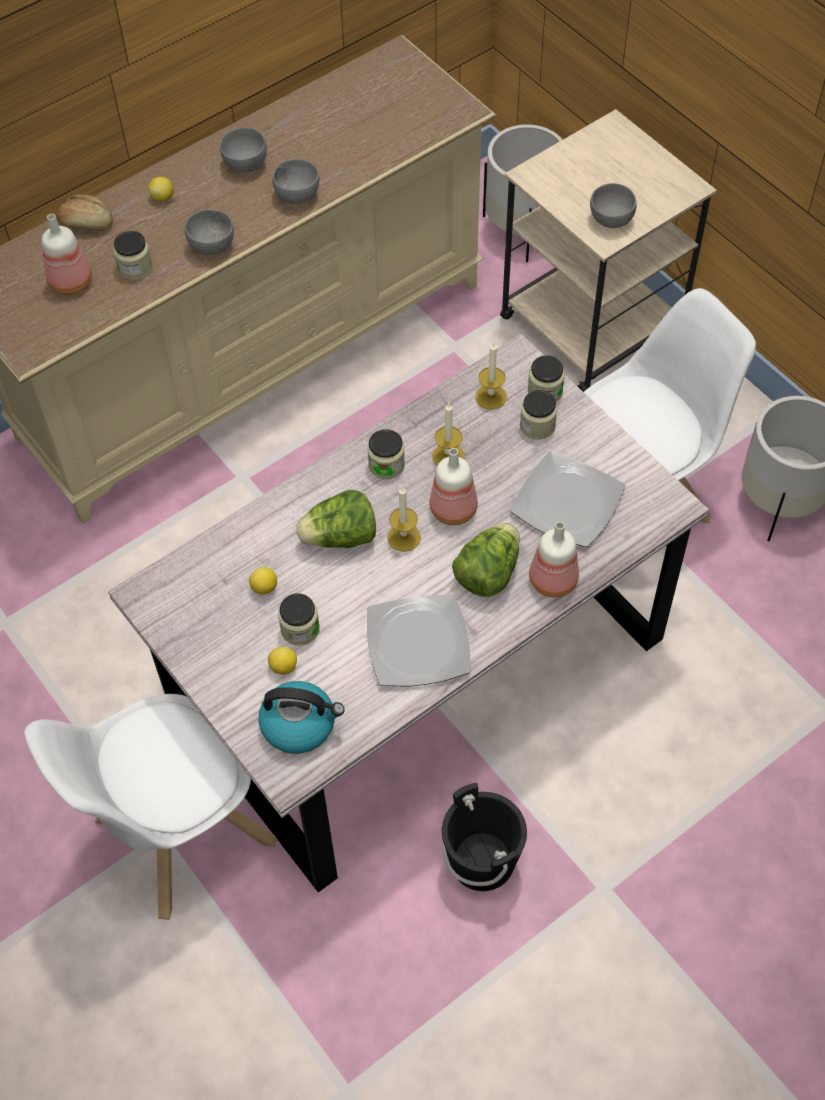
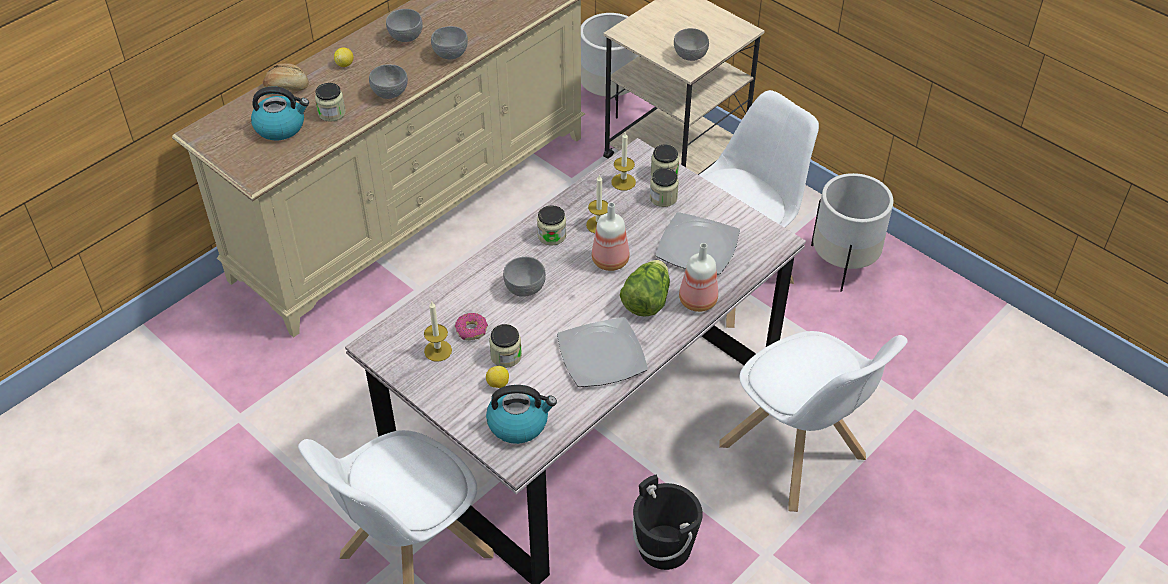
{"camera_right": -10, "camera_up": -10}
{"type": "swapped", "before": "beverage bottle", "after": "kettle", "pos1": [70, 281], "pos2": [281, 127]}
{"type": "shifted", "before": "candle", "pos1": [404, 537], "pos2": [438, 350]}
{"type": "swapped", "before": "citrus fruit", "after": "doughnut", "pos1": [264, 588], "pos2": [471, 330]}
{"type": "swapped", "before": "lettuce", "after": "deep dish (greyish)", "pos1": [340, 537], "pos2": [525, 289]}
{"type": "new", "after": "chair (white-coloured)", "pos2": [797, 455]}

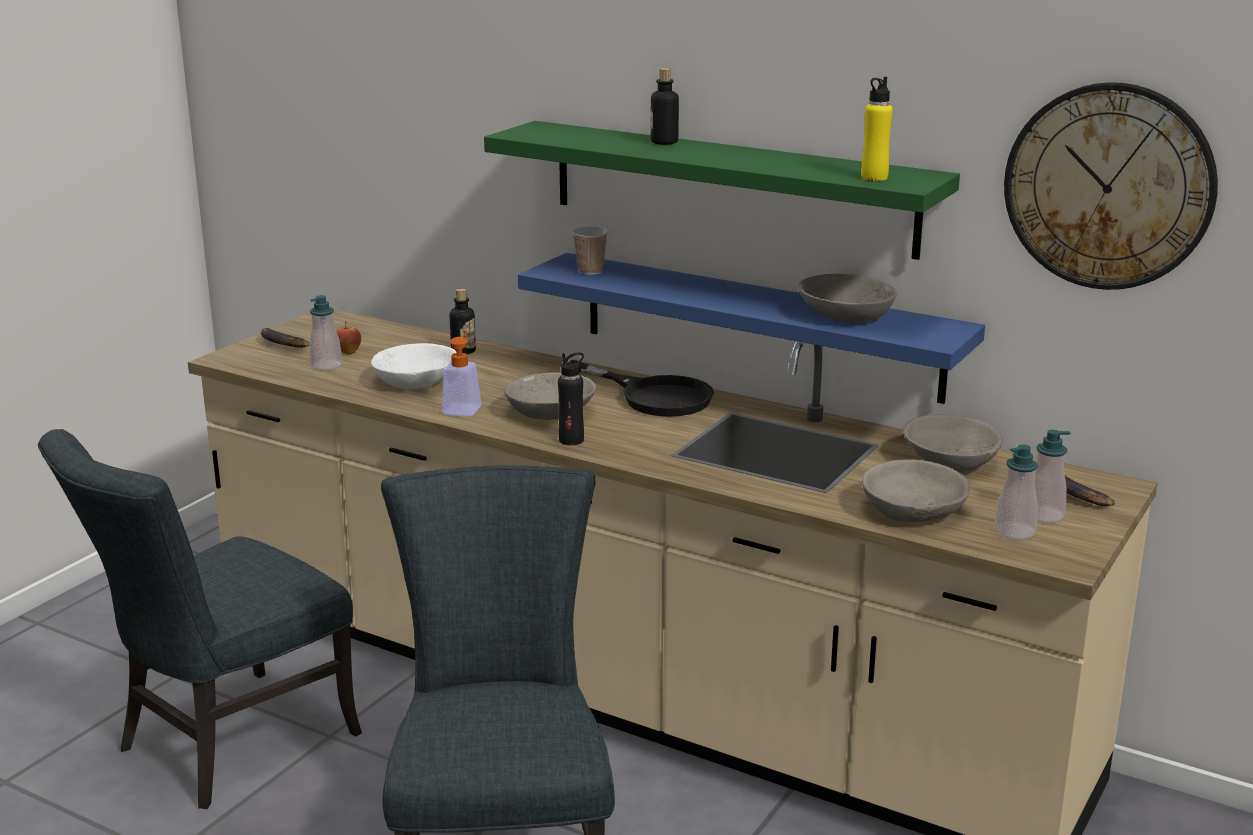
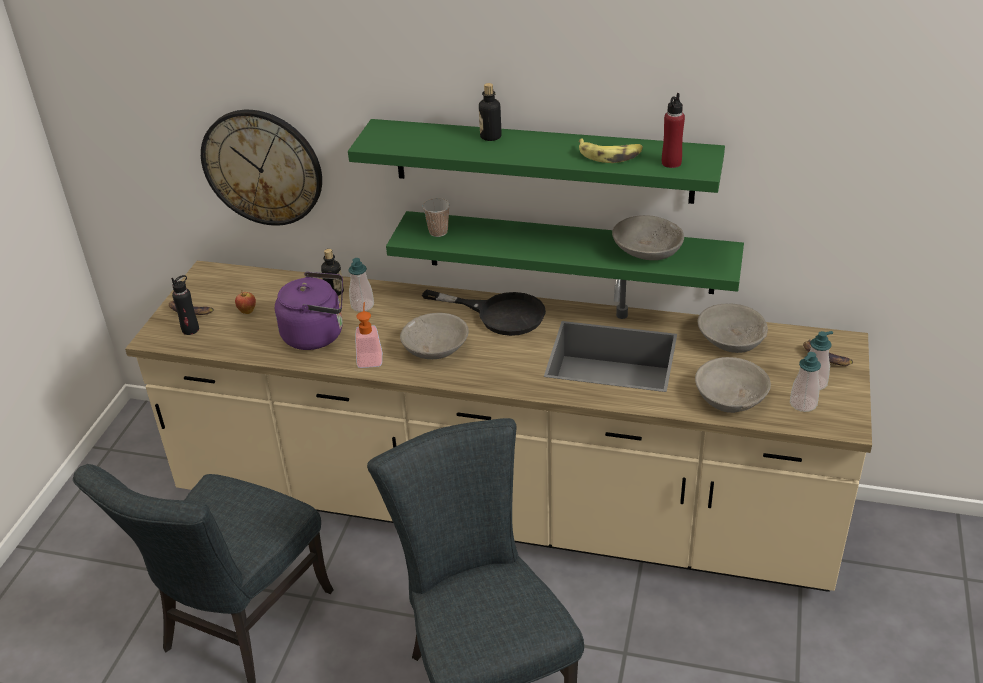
{"camera_right": -15, "camera_up": 15}
{"type": "shifted", "before": "beverage bottle (black)", "pos1": [571, 440], "pos2": [190, 329]}
{"type": "shifted", "before": "clock on the wall", "pos1": [1108, 186], "pos2": [262, 167]}
{"type": "swapped", "before": "deep dish (white-coloured)", "after": "kettle (purple)", "pos1": [416, 381], "pos2": [317, 334]}
{"type": "shifted", "before": "liquid soap bottle", "pos1": [326, 366], "pos2": [362, 305]}
{"type": "repainted", "before": "wall shelf (bluish)", "after": "wall shelf (greenish)", "pos1": [759, 326], "pos2": [569, 252]}
{"type": "new", "after": "banana", "pos2": [610, 155]}
{"type": "repainted", "before": "beverage bottle (yellow-coloured)", "after": "beverage bottle (red)", "pos1": [874, 177], "pos2": [671, 163]}

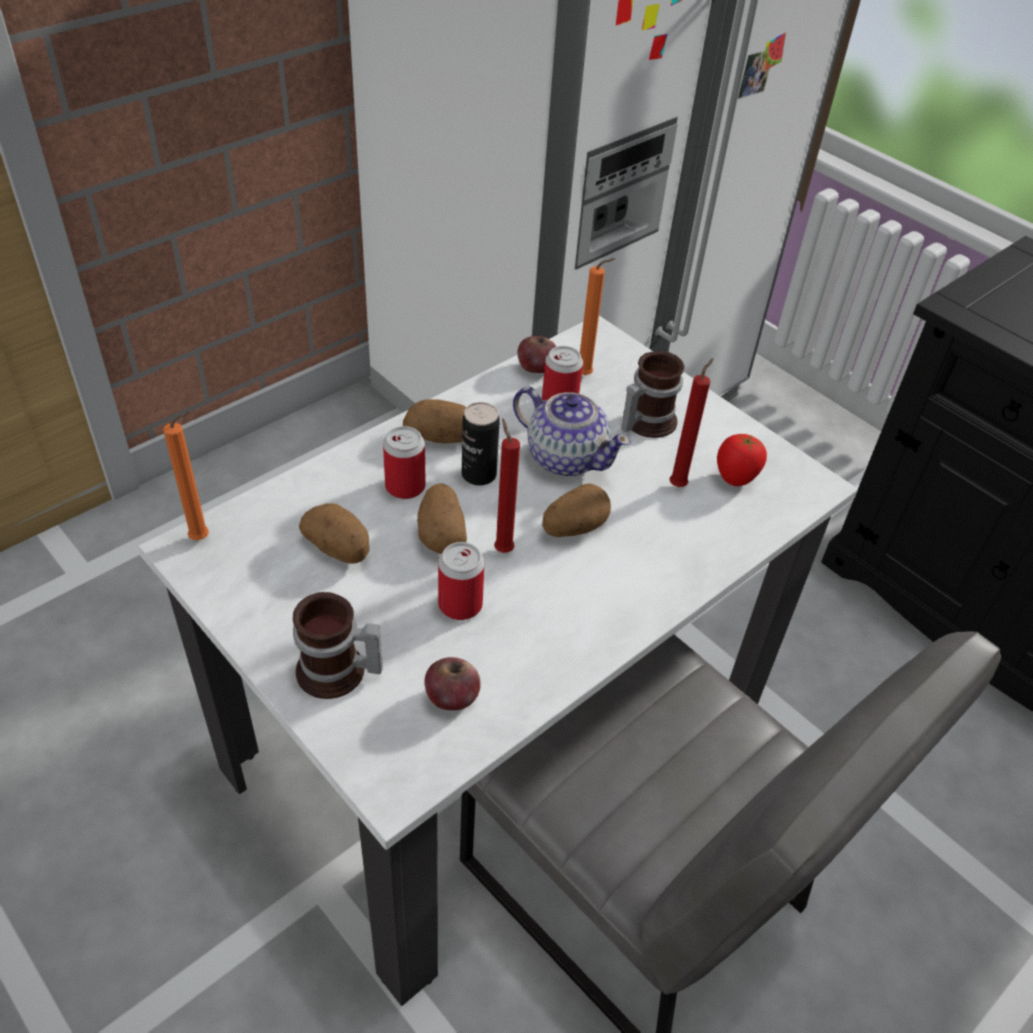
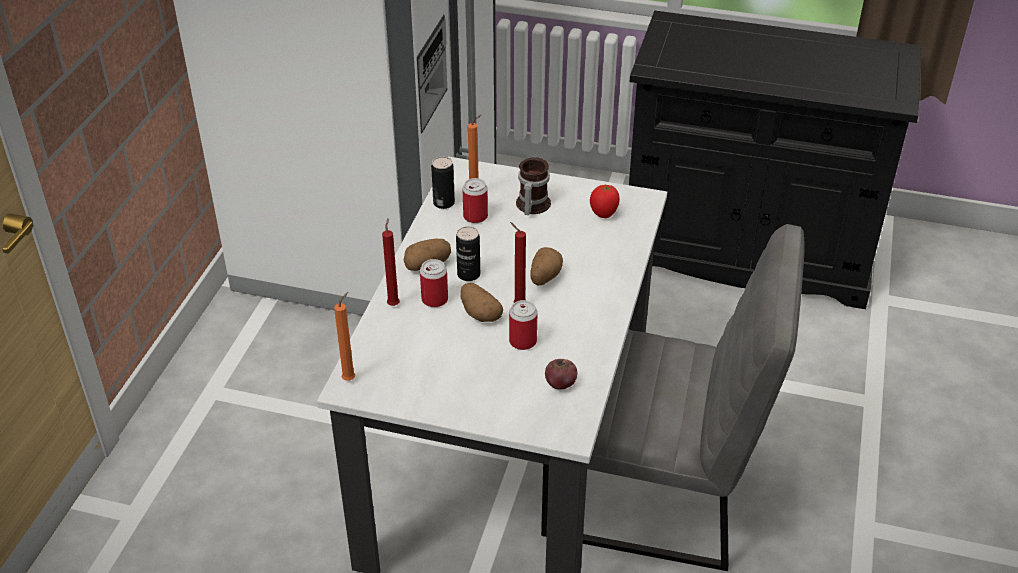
{"camera_right": -30, "camera_up": -5}
{"type": "shifted", "before": "candle (red)", "pos1": [679, 484], "pos2": [394, 304]}
{"type": "swapped", "before": "whole apple", "after": "metal can", "pos1": [536, 368], "pos2": [444, 203]}
{"type": "gone", "before": "tea mug", "pos1": [337, 674]}
{"type": "gone", "before": "whole potato", "pos1": [339, 549]}
{"type": "gone", "before": "teapot", "pos1": [565, 457]}

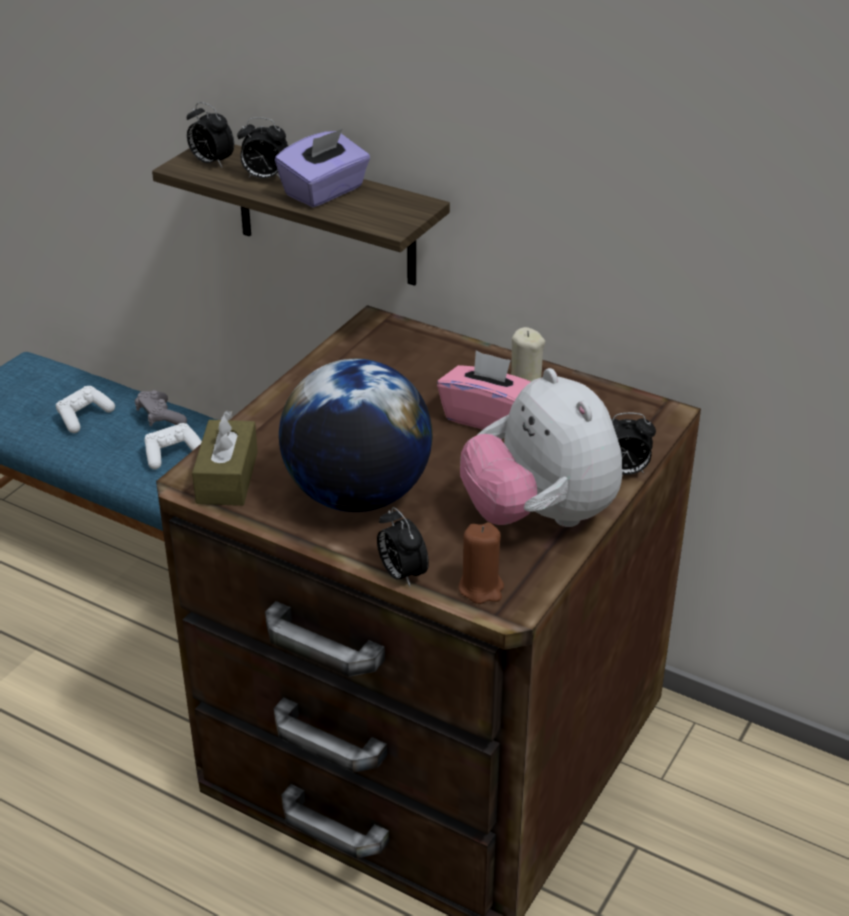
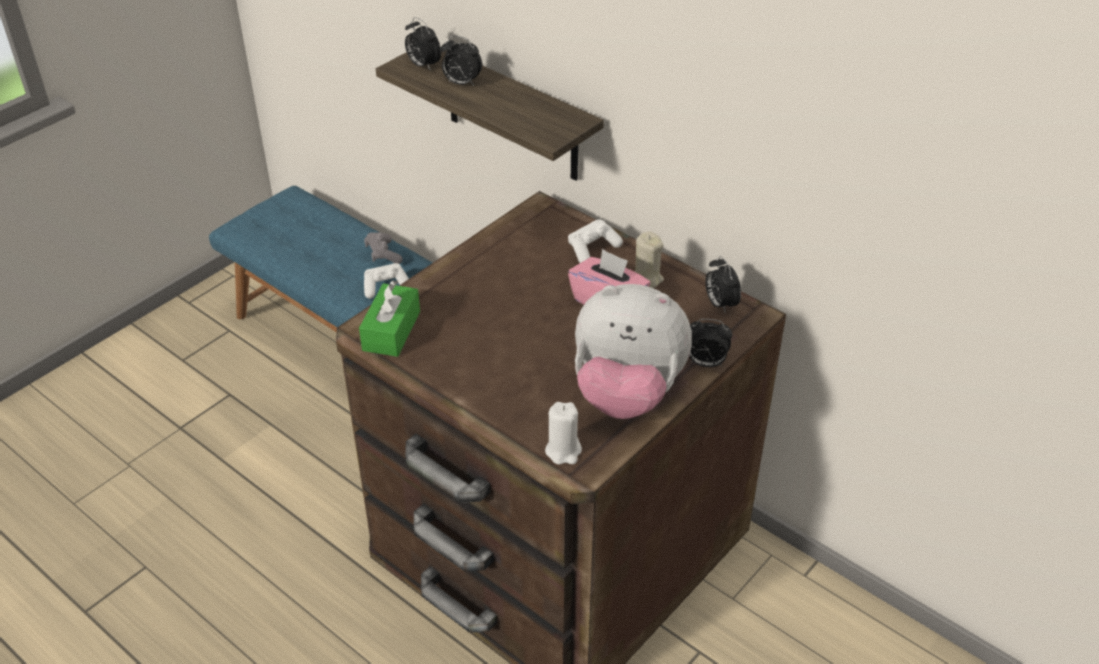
{"camera_right": 10, "camera_up": 5}
{"type": "repainted", "before": "tissue holder (brownish)", "after": "tissue holder (greenish)", "pos1": [227, 477], "pos2": [391, 331]}
{"type": "repainted", "before": "candle (brownish)", "after": "candle (white-coloured)", "pos1": [481, 588], "pos2": [563, 451]}
{"type": "shifted", "before": "game controller (white-coloured)", "pos1": [84, 417], "pos2": [592, 250]}
{"type": "rotated", "before": "cuddly toy", "pos1": [539, 516], "pos2": [627, 394], "turn": -60}
{"type": "shifted", "before": "table clock", "pos1": [401, 574], "pos2": [720, 304]}
{"type": "gone", "before": "tissue holder (purple)", "pos1": [325, 192]}
{"type": "gone", "before": "desk globe", "pos1": [358, 495]}

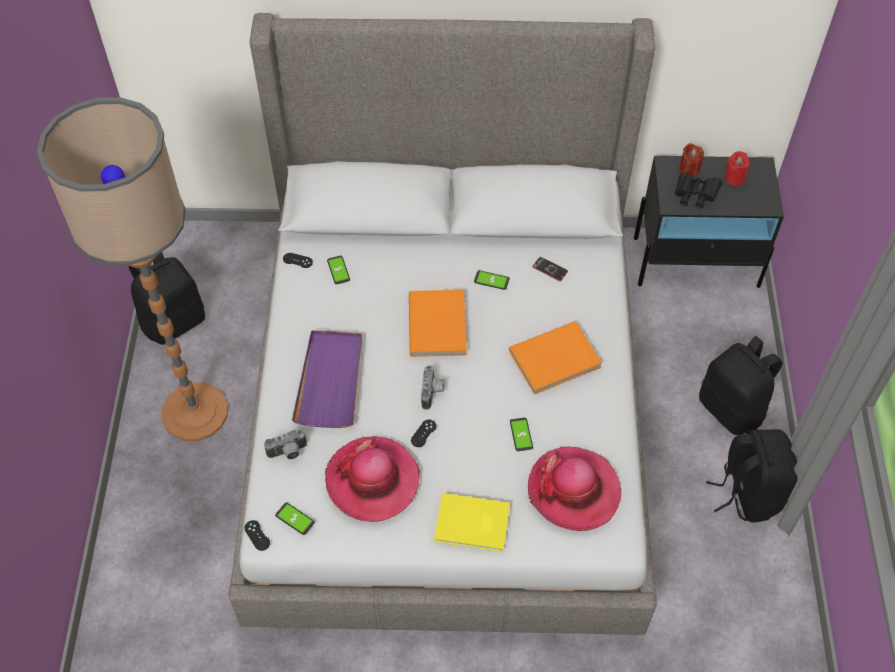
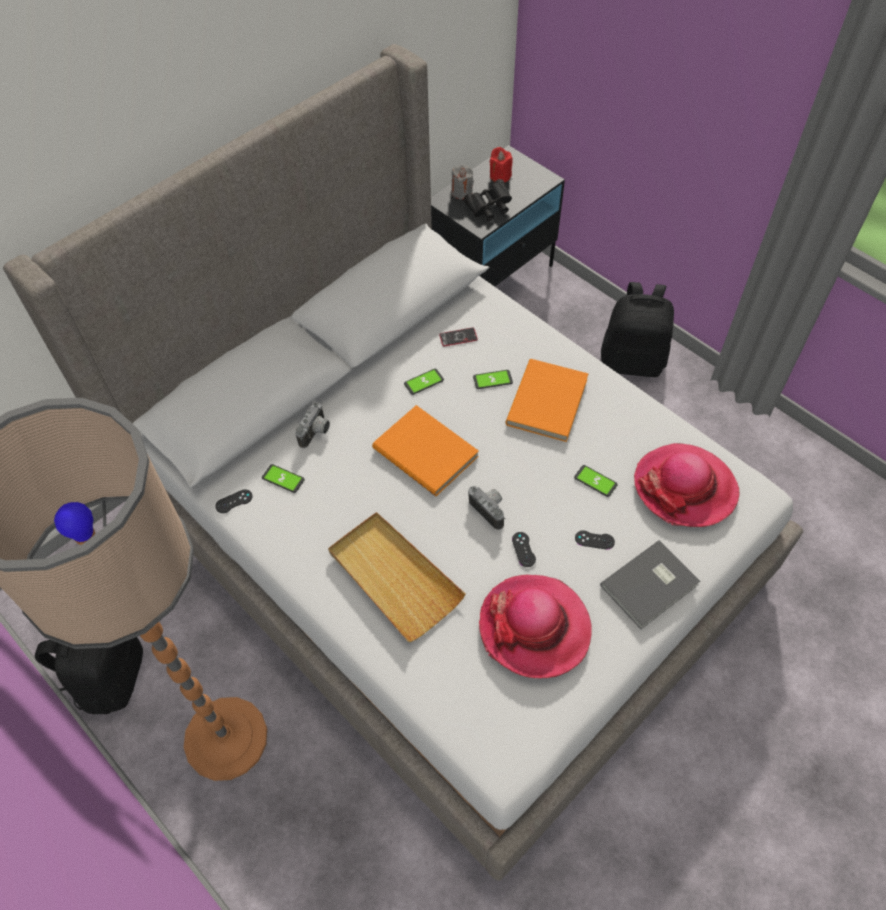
{"camera_right": -45, "camera_up": 0}
{"type": "shifted", "before": "still camera", "pos1": [288, 453], "pos2": [316, 433]}
{"type": "repainted", "before": "tray (purple)", "after": "tray (beige-coloured)", "pos1": [330, 380], "pos2": [394, 577]}
{"type": "repainted", "before": "candle (red)", "after": "candle (greyish)", "pos1": [689, 169], "pos2": [461, 192]}
{"type": "shifted", "before": "phone", "pos1": [295, 519], "pos2": [492, 380]}
{"type": "shifted", "before": "game controller (black)", "pos1": [257, 535], "pos2": [594, 540]}
{"type": "repainted", "before": "bound book (yellow-coloured)", "after": "bound book (greyish)", "pos1": [473, 525], "pos2": [651, 586]}
{"type": "gone", "before": "rucksack (black)", "pos1": [747, 493]}

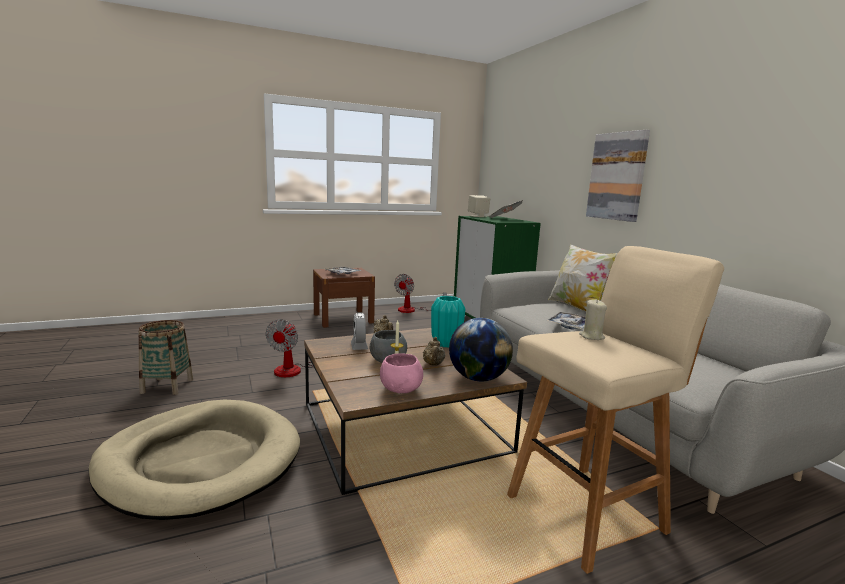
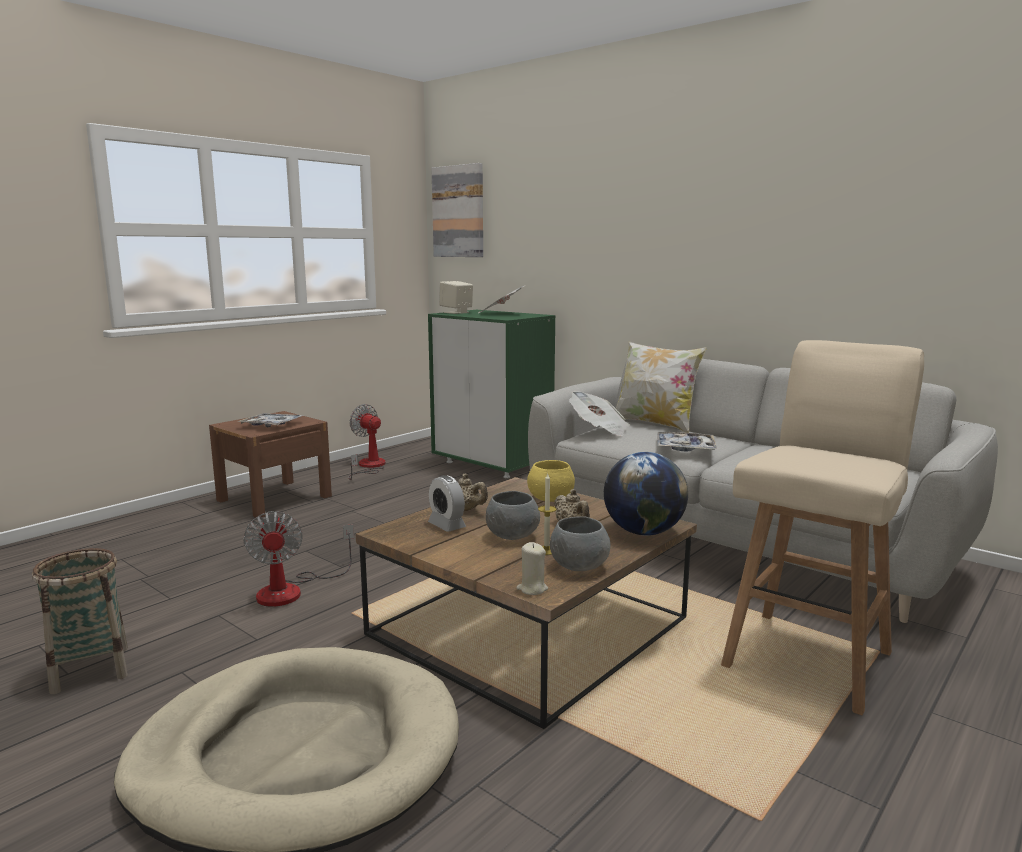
{"camera_right": -25, "camera_up": 0}
{"type": "rotated", "before": "electric fan", "pos1": [413, 310], "pos2": [369, 467], "turn": 135}
{"type": "shifted", "before": "wall picture", "pos1": [617, 176], "pos2": [459, 211]}
{"type": "shifted", "before": "candle (beige-coloured)", "pos1": [591, 336], "pos2": [532, 589]}
{"type": "swapped", "before": "decorative vase (blue-green)", "after": "deep dish (yellow-coloured)", "pos1": [446, 344], "pos2": [551, 499]}
{"type": "repainted", "before": "deep dish (pinkish)", "after": "deep dish (greyish)", "pos1": [400, 390], "pos2": [578, 567]}
{"type": "new", "after": "daily paper", "pos2": [599, 429]}

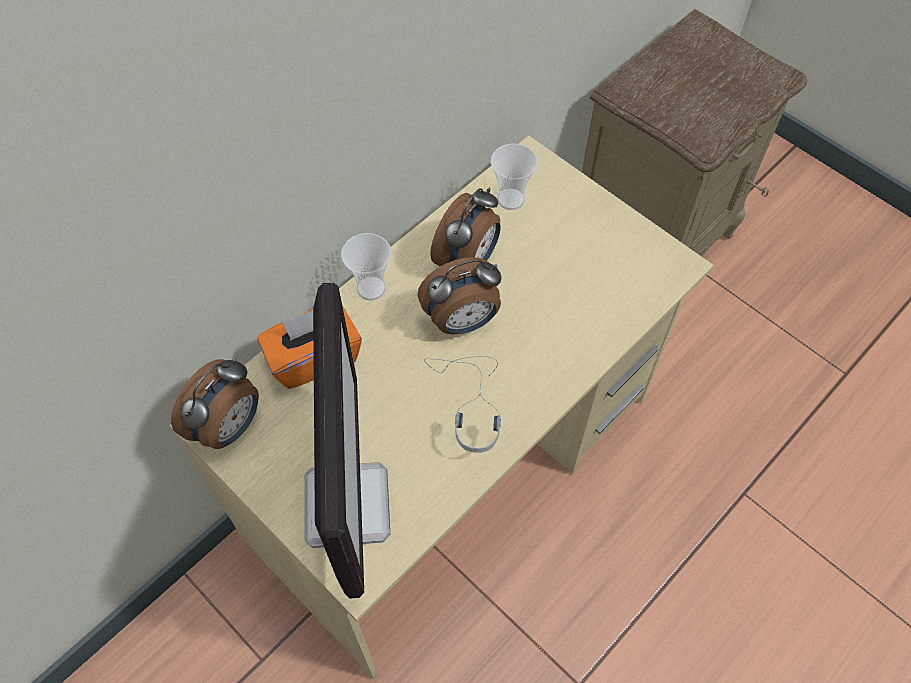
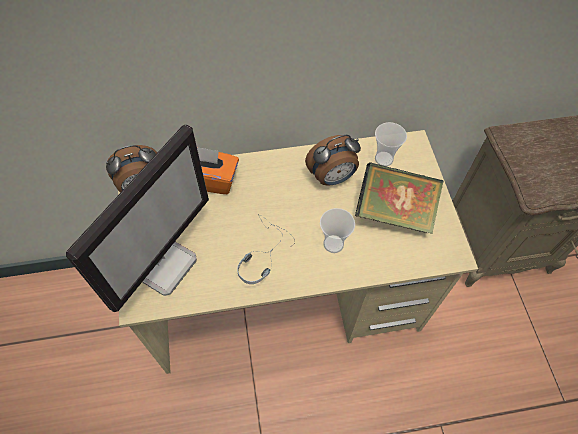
{"camera_right": 35, "camera_up": 0}
{"type": "shifted", "before": "cup", "pos1": [371, 288], "pos2": [333, 244]}
{"type": "new", "after": "bound book", "pos2": [394, 212]}
{"type": "gone", "before": "table clock", "pos1": [462, 321]}

